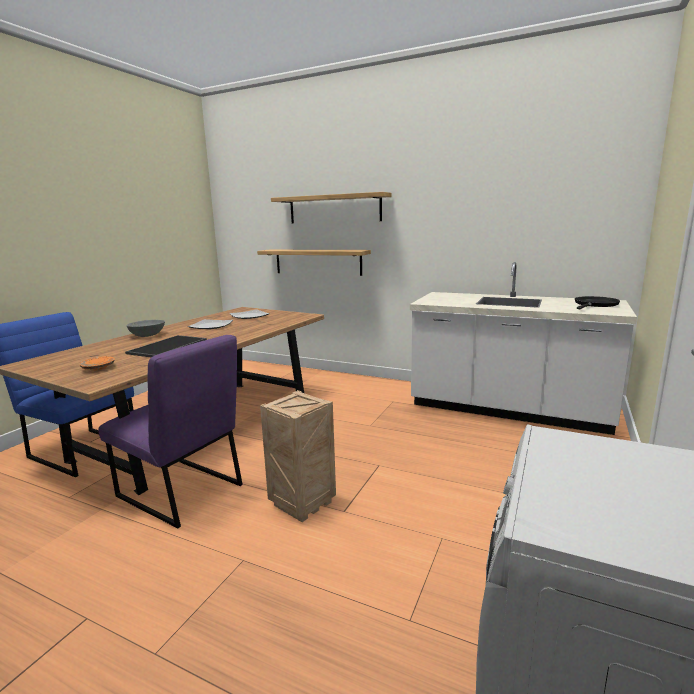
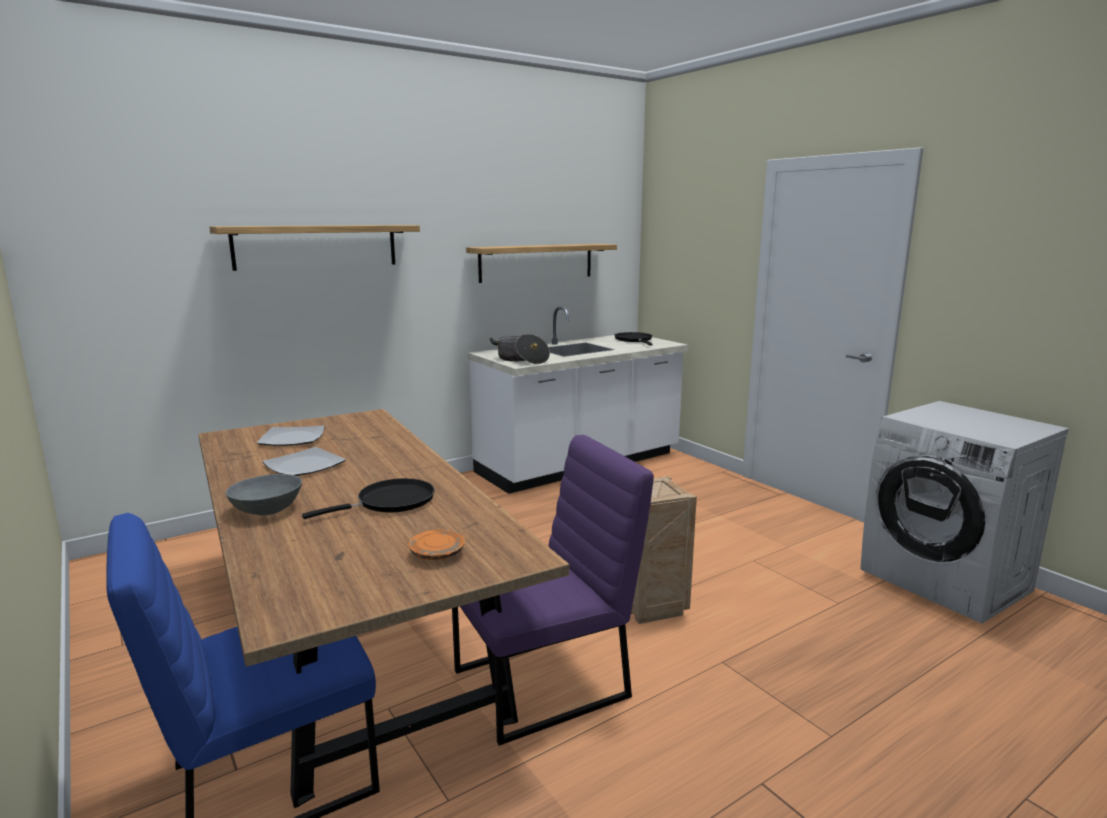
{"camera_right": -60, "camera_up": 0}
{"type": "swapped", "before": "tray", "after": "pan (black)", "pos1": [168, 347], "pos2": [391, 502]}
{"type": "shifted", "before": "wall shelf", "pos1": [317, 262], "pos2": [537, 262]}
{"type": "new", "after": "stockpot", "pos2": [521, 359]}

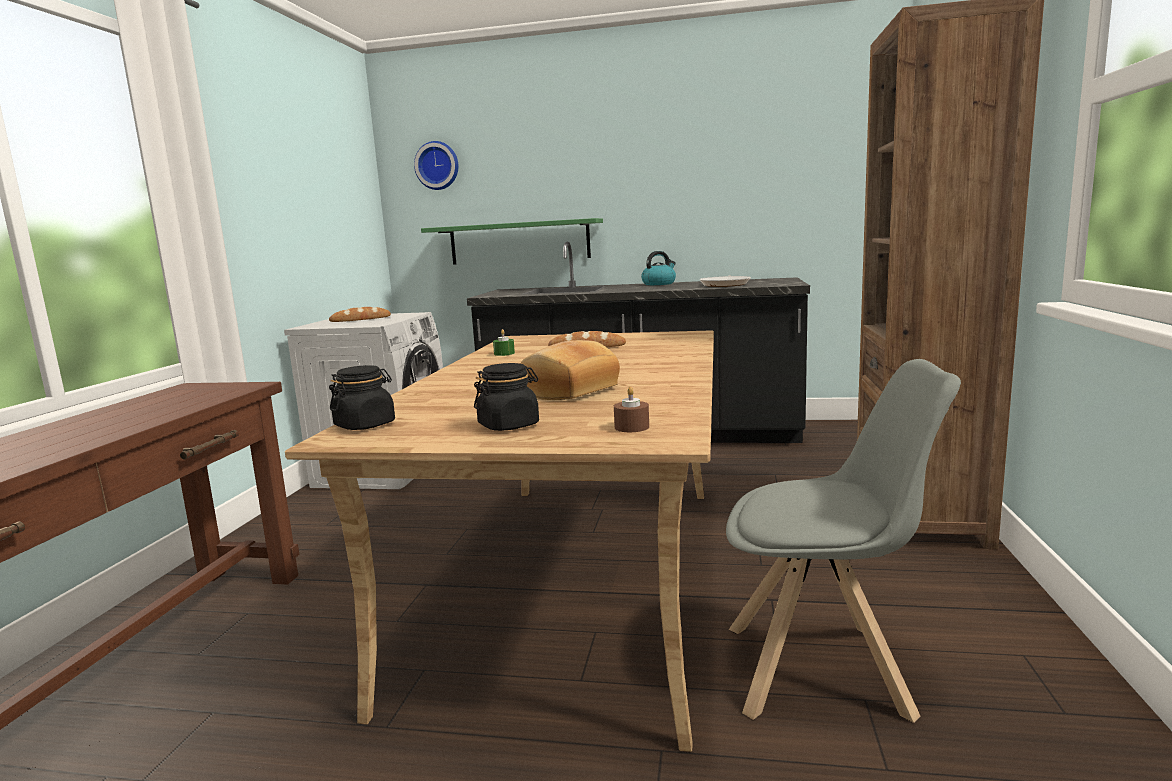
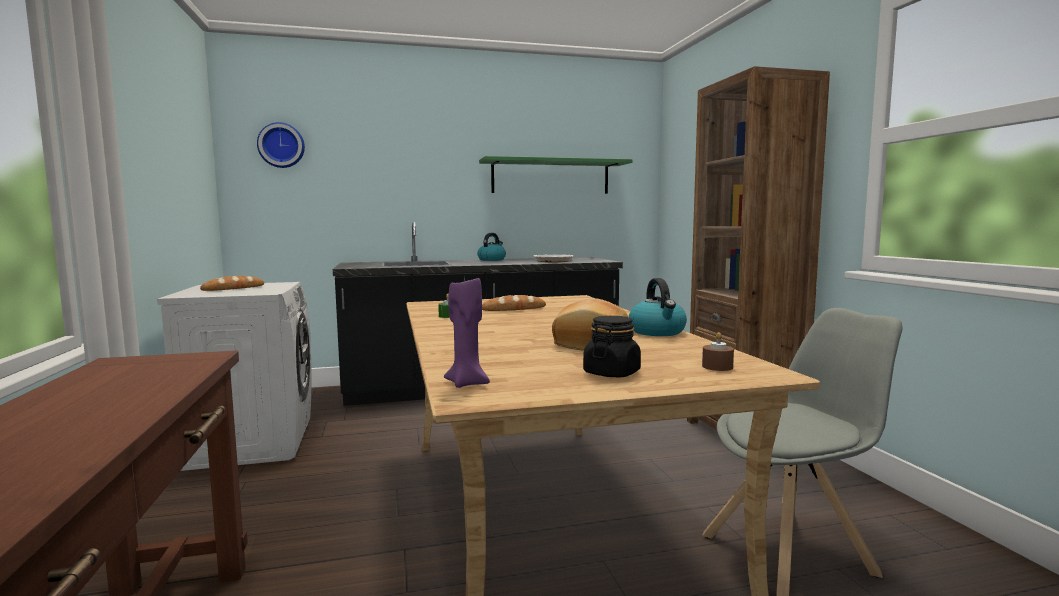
{"camera_right": -25, "camera_up": -5}
{"type": "swapped", "before": "preserve jar (black)", "after": "candle (purple)", "pos1": [365, 425], "pos2": [467, 383]}
{"type": "shifted", "before": "wall shelf (greenish)", "pos1": [519, 242], "pos2": [550, 177]}
{"type": "new", "after": "kettle", "pos2": [657, 332]}

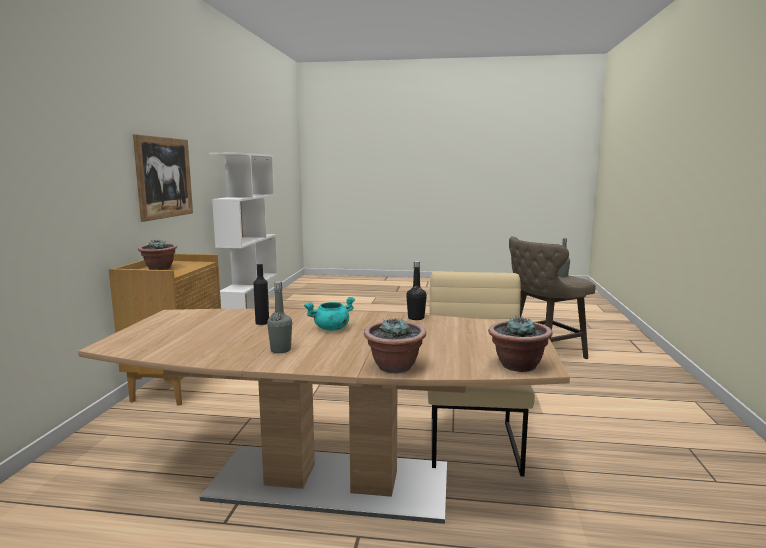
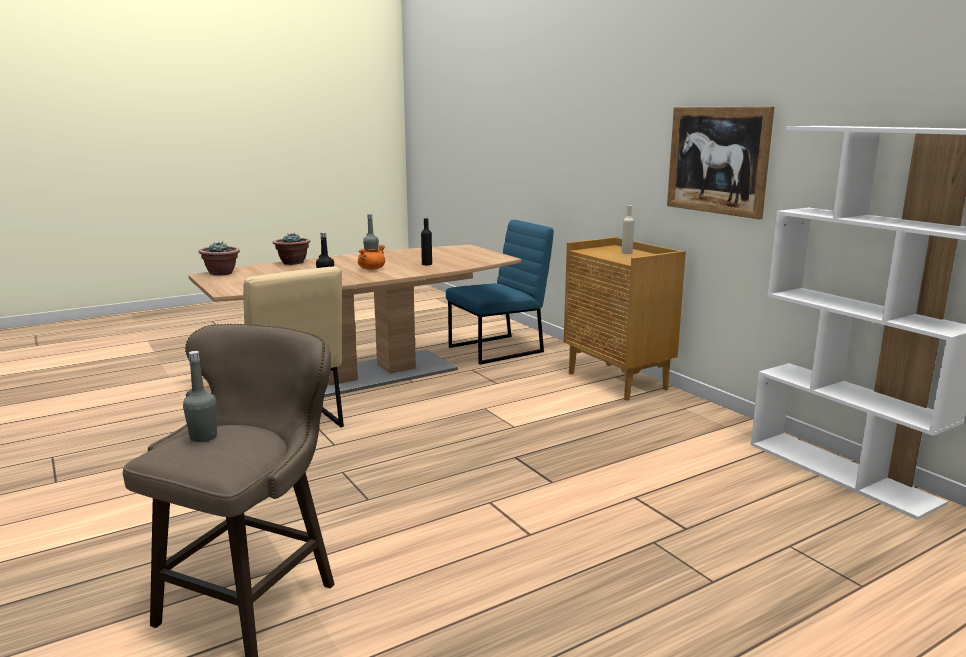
{"camera_right": 140, "camera_up": 5}
{"type": "repainted", "before": "stockpot (blue-green)", "after": "stockpot (orange)", "pos1": [331, 329], "pos2": [371, 269]}
{"type": "new", "after": "chair (bluish)", "pos2": [498, 349]}
{"type": "swapped", "before": "plant in a pot", "after": "beverage bottle (beige-coloured)", "pos1": [159, 268], "pos2": [627, 253]}

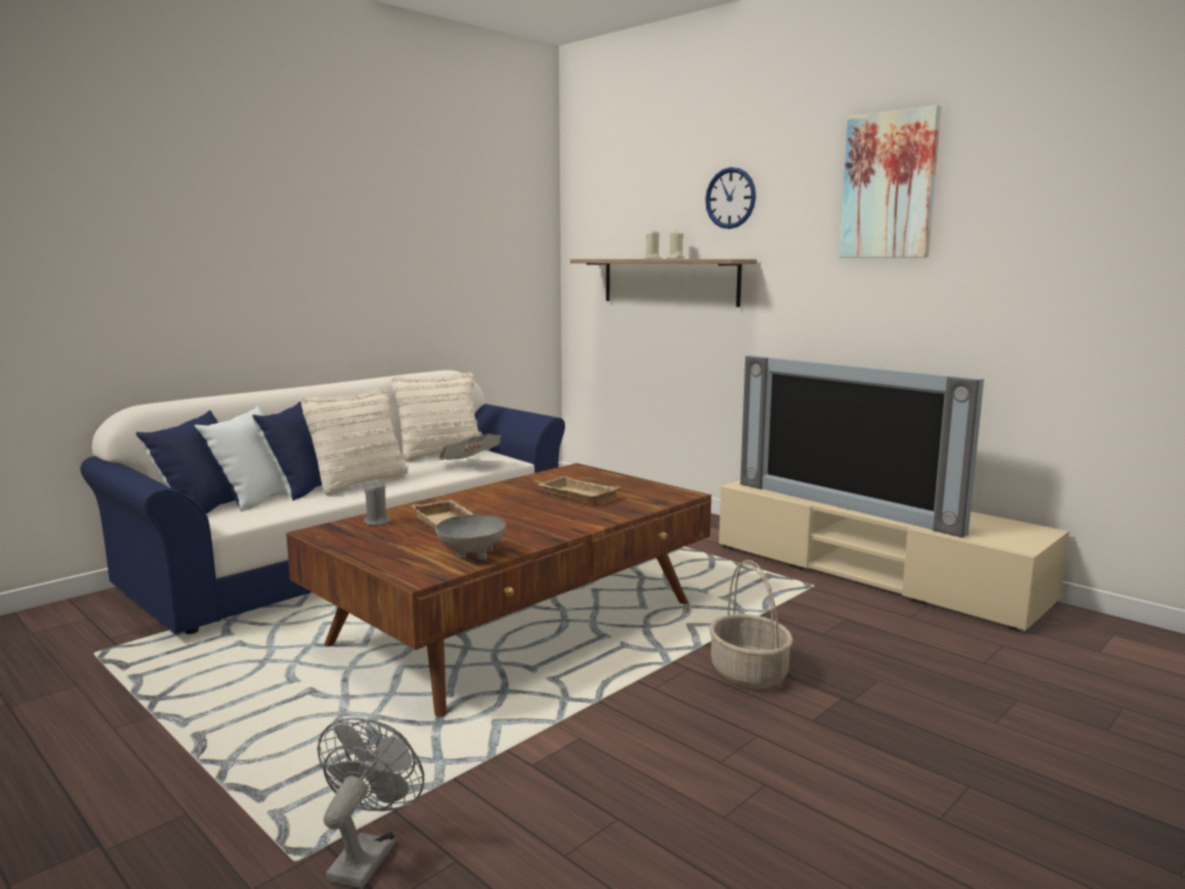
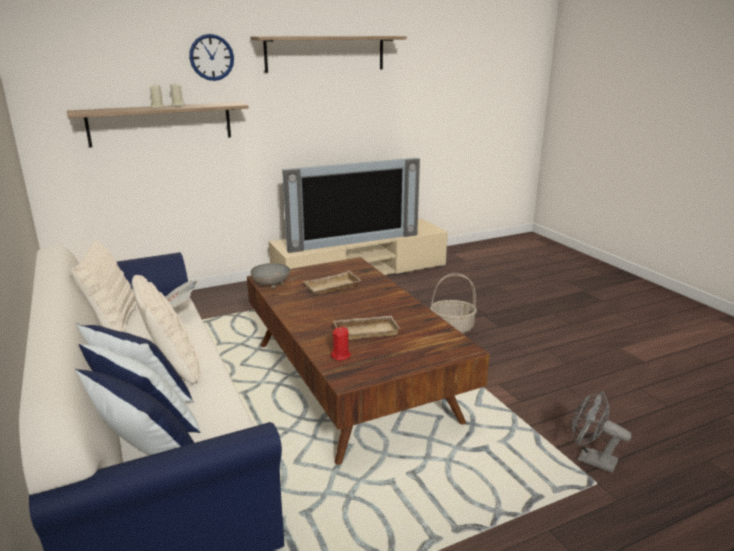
{"camera_right": -70, "camera_up": 10}
{"type": "swapped", "before": "wall picture", "after": "wall shelf", "pos1": [889, 185], "pos2": [325, 53]}
{"type": "shifted", "before": "deep dish (greyish)", "pos1": [471, 554], "pos2": [270, 285]}
{"type": "repainted", "before": "candle (greyish)", "after": "candle (red)", "pos1": [377, 522], "pos2": [341, 356]}

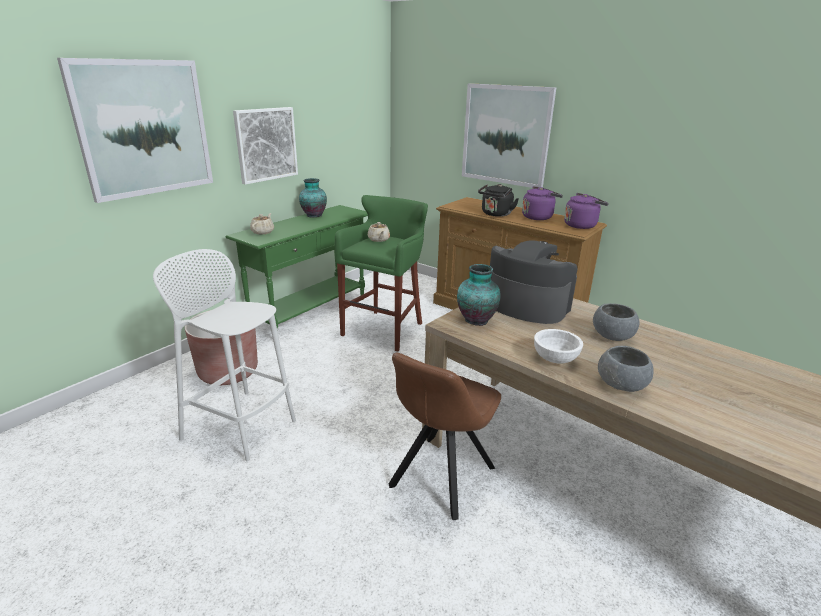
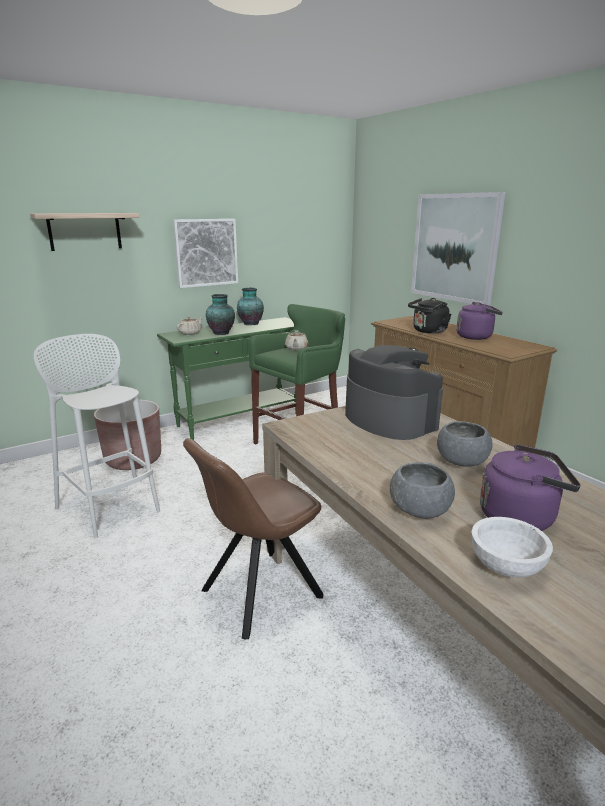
{"camera_right": 20, "camera_up": -5}
{"type": "swapped", "before": "wall picture", "after": "wall shelf", "pos1": [144, 128], "pos2": [85, 231]}
{"type": "shifted", "before": "decorative vase", "pos1": [476, 319], "pos2": [221, 333]}
{"type": "shifted", "before": "deep dish (white-coloured)", "pos1": [554, 358], "pos2": [505, 566]}
{"type": "shifted", "before": "kettle (purple)", "pos1": [581, 225], "pos2": [521, 517]}

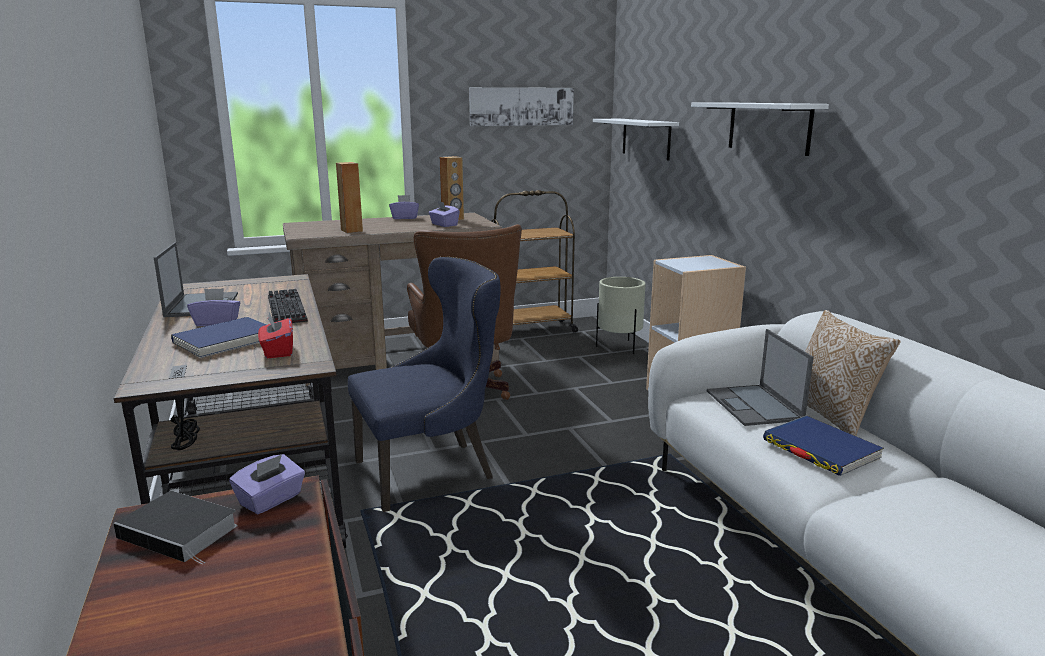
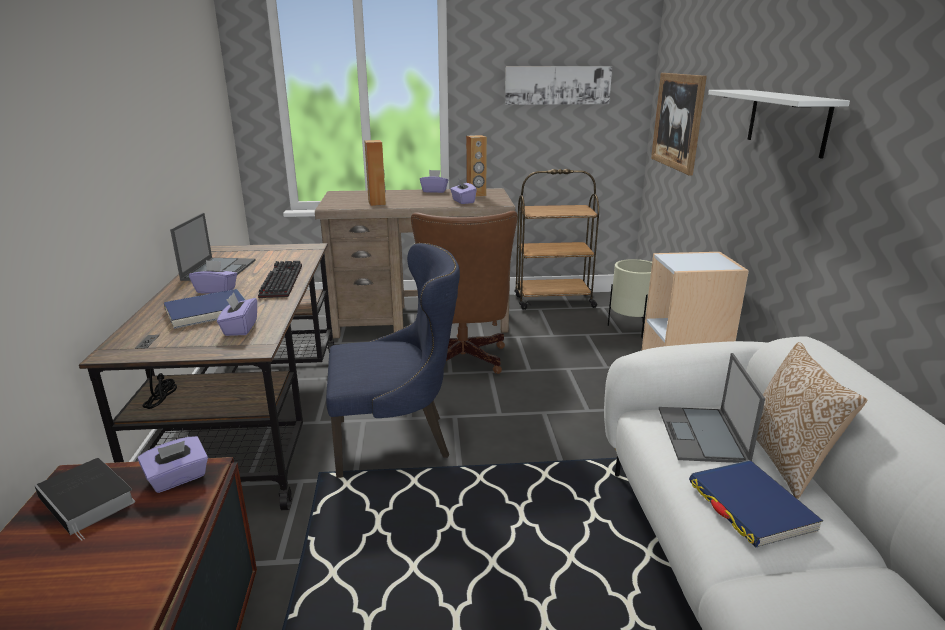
{"camera_right": 15, "camera_up": 5}
{"type": "repainted", "before": "tissue holder (red)", "after": "tissue holder (purple)", "pos1": [277, 351], "pos2": [240, 328]}
{"type": "swapped", "before": "wall shelf (white-coloured)", "after": "wall picture", "pos1": [646, 138], "pos2": [677, 121]}

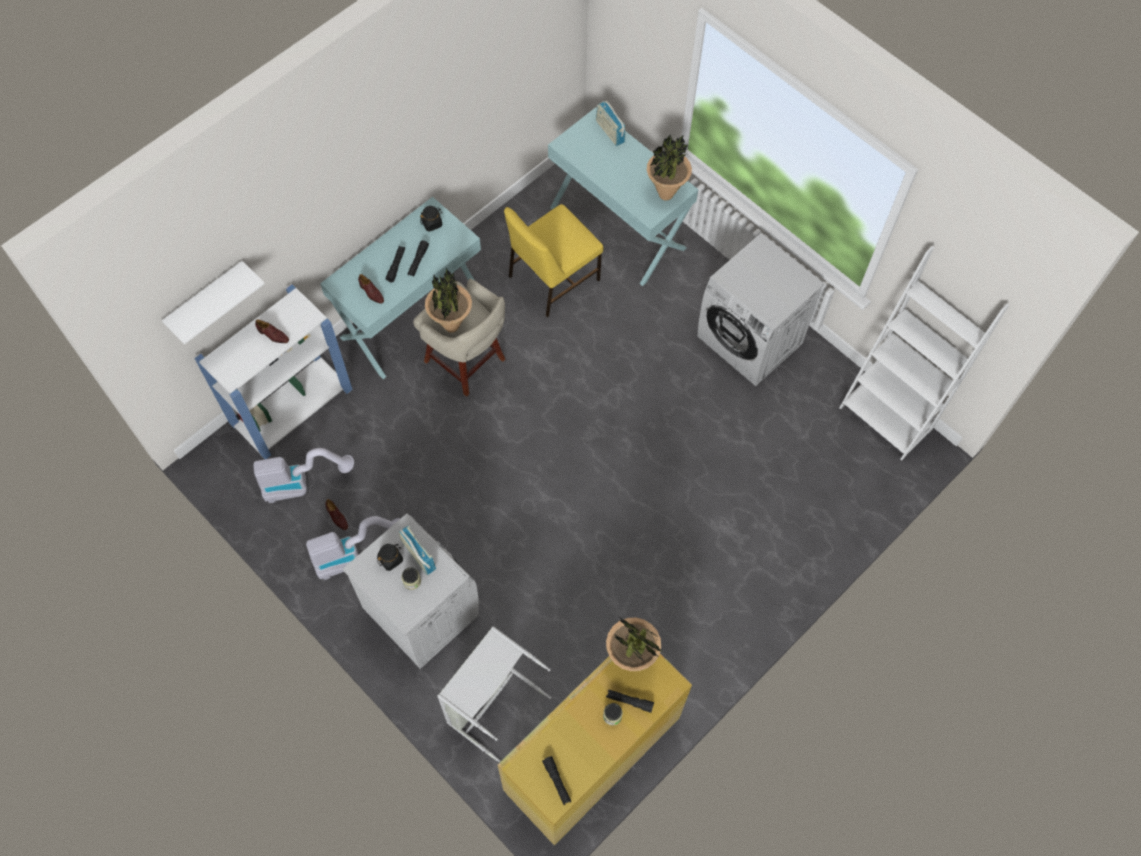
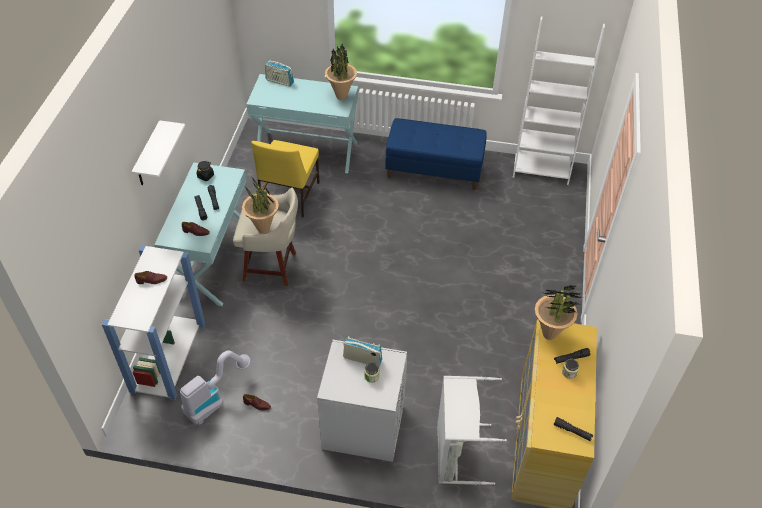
{"camera_right": -35, "camera_up": -15}
{"type": "shifted", "before": "wall shelf (white-coloured)", "pos1": [206, 299], "pos2": [148, 155]}
{"type": "swapped", "before": "laundry machine (white-coloured)", "after": "long seat (bluish)", "pos1": [749, 341], "pos2": [434, 170]}
{"type": "gone", "before": "vacuum cleaner", "pos1": [353, 554]}
{"type": "gone", "before": "preserve jar (black)", "pos1": [390, 559]}

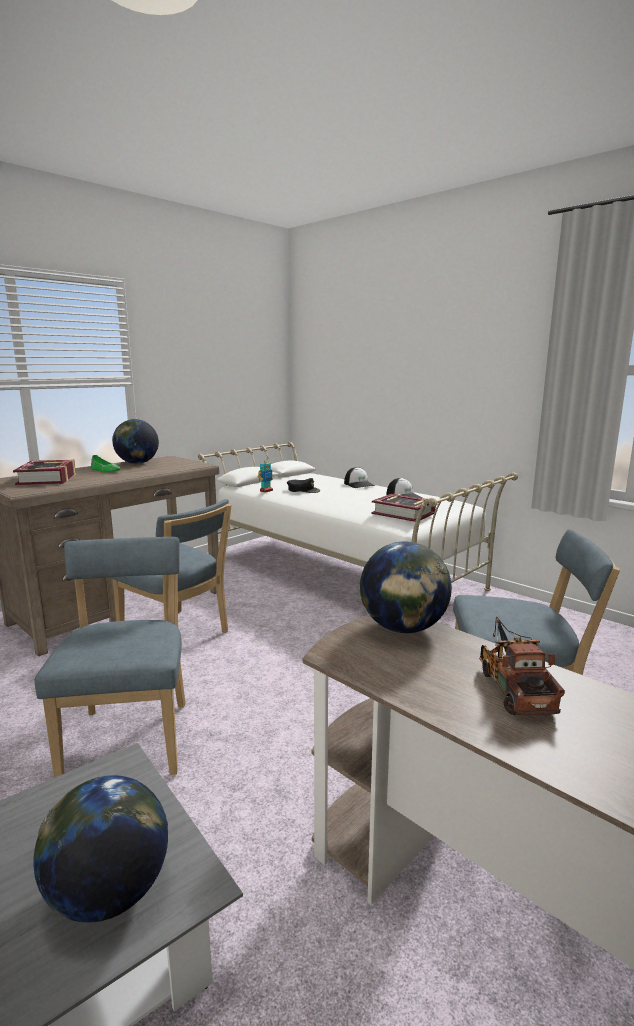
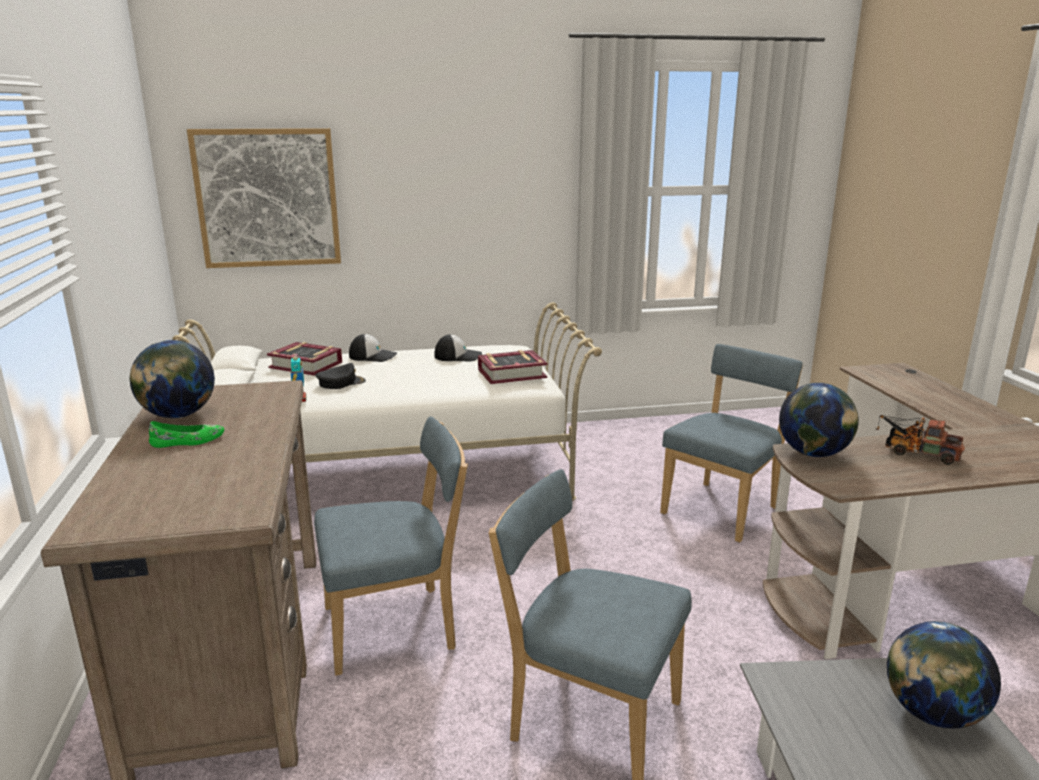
{"camera_right": -55, "camera_up": 5}
{"type": "new", "after": "wall picture", "pos2": [267, 198]}
{"type": "shifted", "before": "bound book", "pos1": [48, 479], "pos2": [306, 365]}

